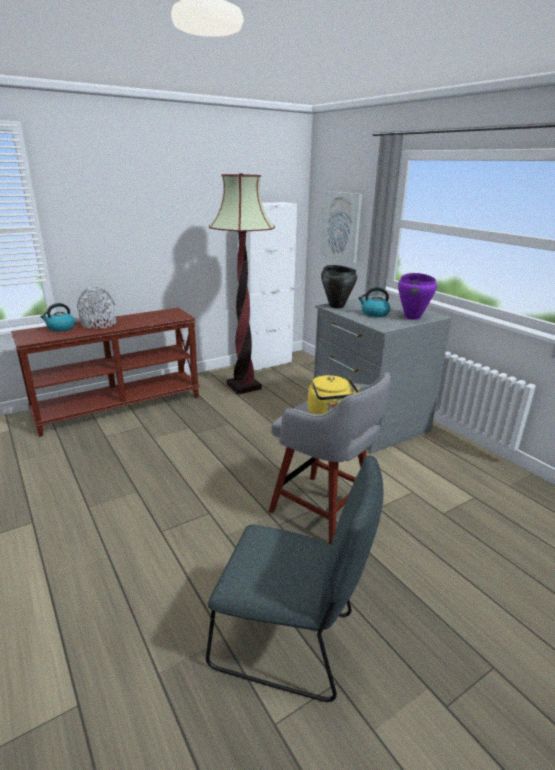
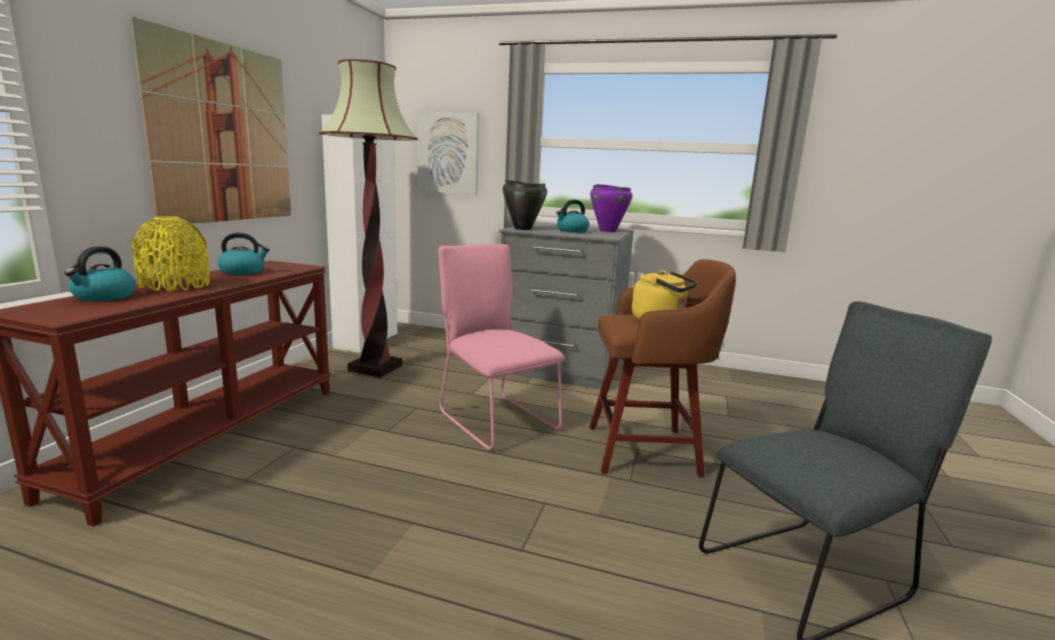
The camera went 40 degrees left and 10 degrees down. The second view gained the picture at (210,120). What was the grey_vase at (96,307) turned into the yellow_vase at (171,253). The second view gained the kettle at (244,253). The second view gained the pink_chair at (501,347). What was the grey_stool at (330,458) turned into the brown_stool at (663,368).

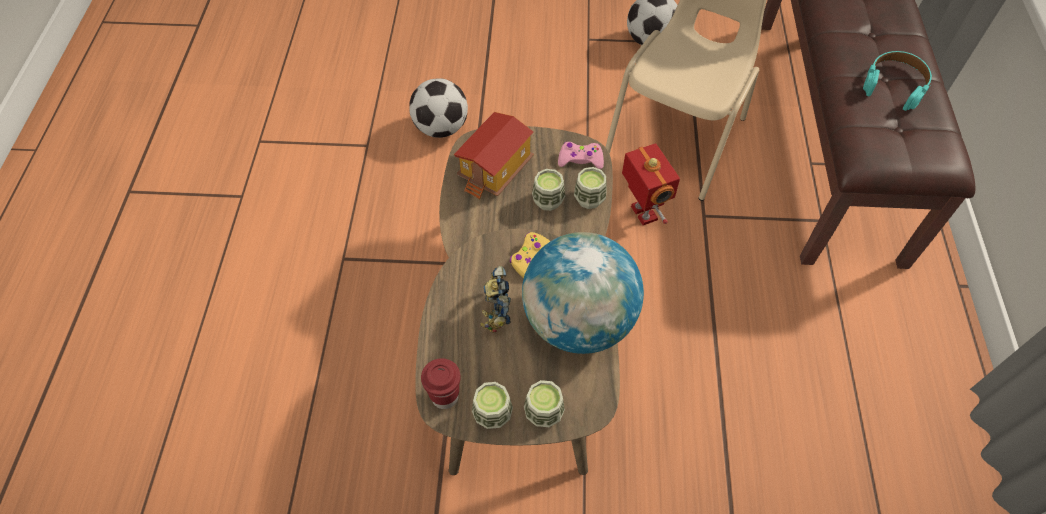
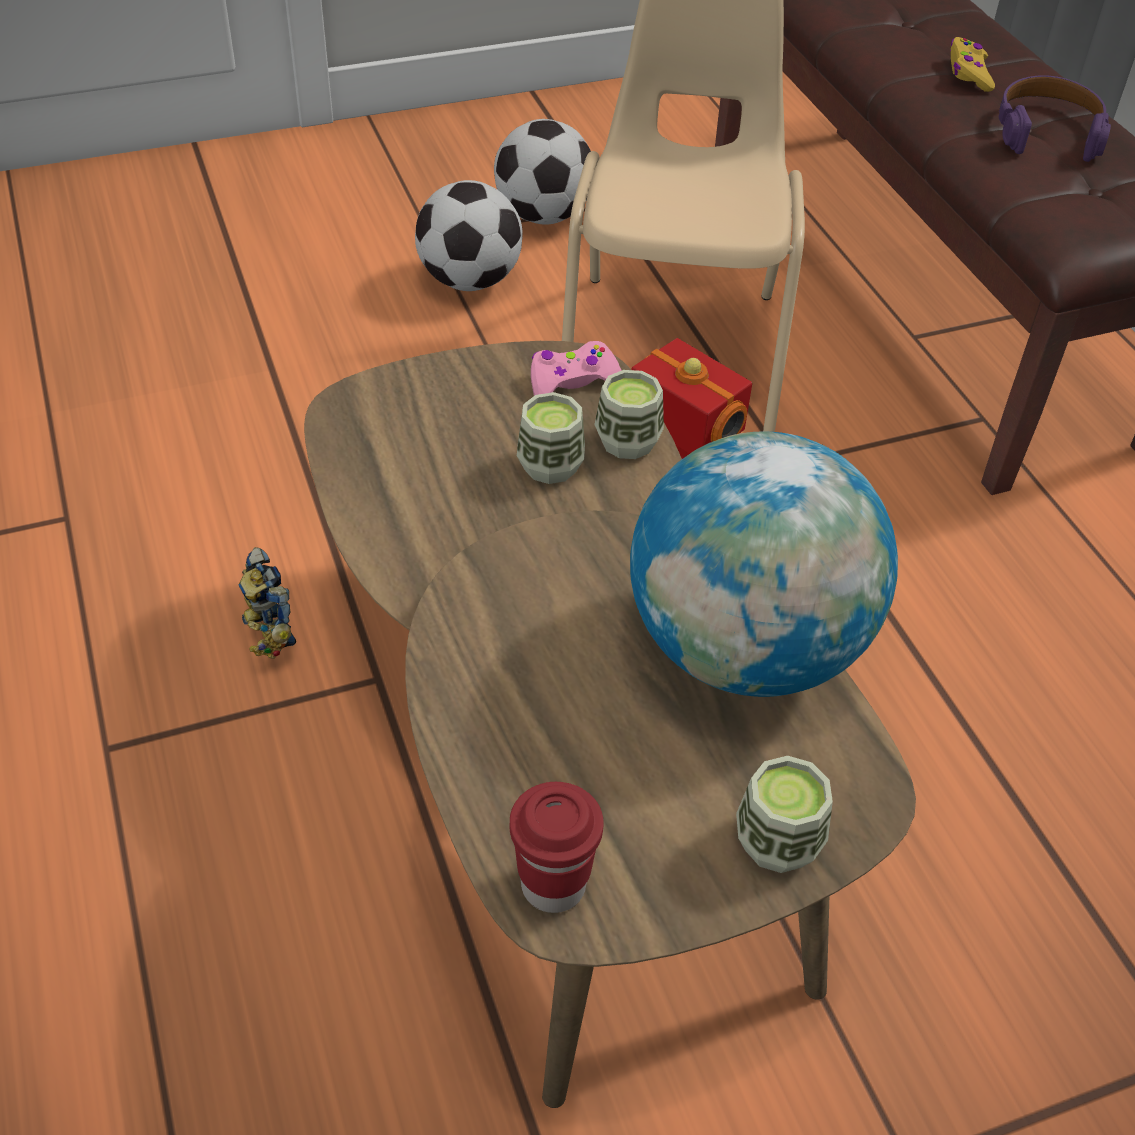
The camera went 25 degrees left and 10 degrees down. The toy_robot ended up elsewhere, having gone from (495,299) to (267,603). The football ended up elsewhere, having gone from (438,108) to (469,235). The yellow_game_controller ended up elsewhere, having gone from (530,255) to (972,64). What was the turquoise_headphones at (897,81) turned into the purple_headphones at (1054,118). The second view lost the toy_house at (494,156). The second view lost the cup at (492,405).

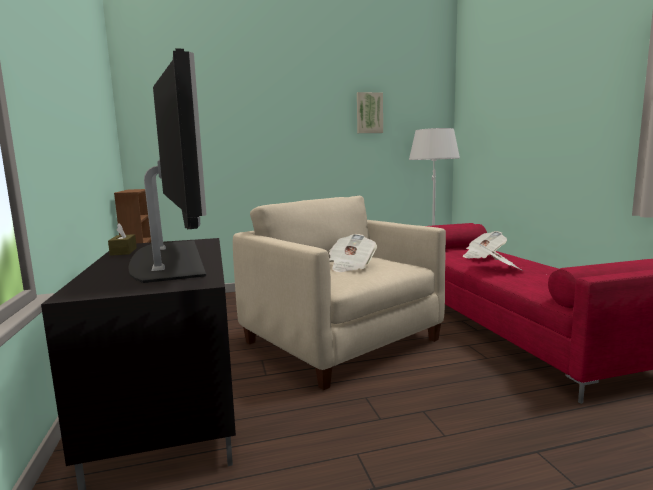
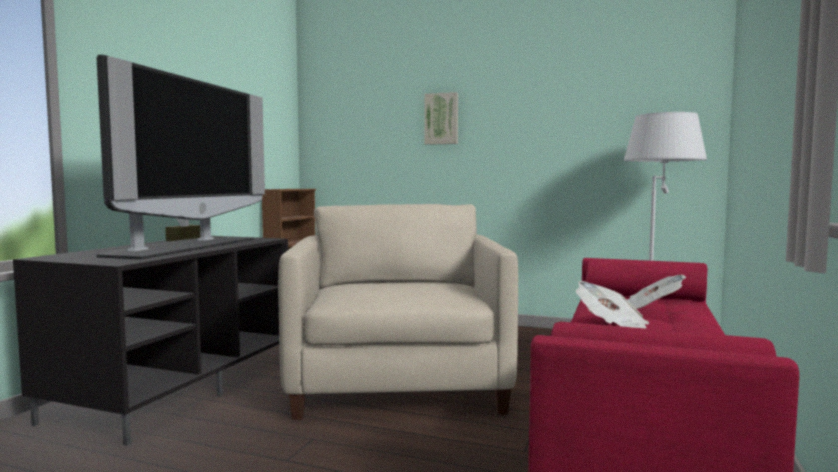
The camera went 35 degrees right and 5 degrees down. The picture ended up elsewhere, having gone from (370,112) to (441,118). The second view lost the newspaper at (353,253).

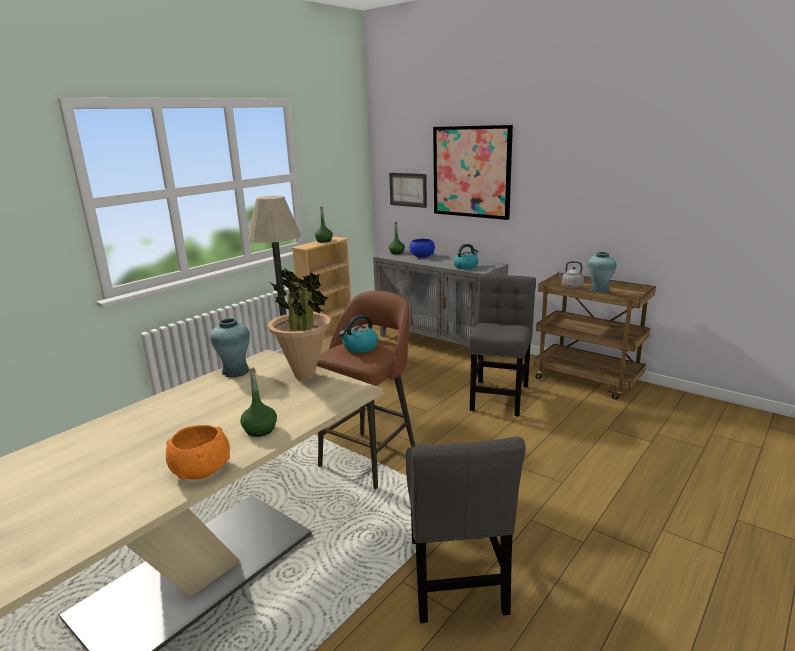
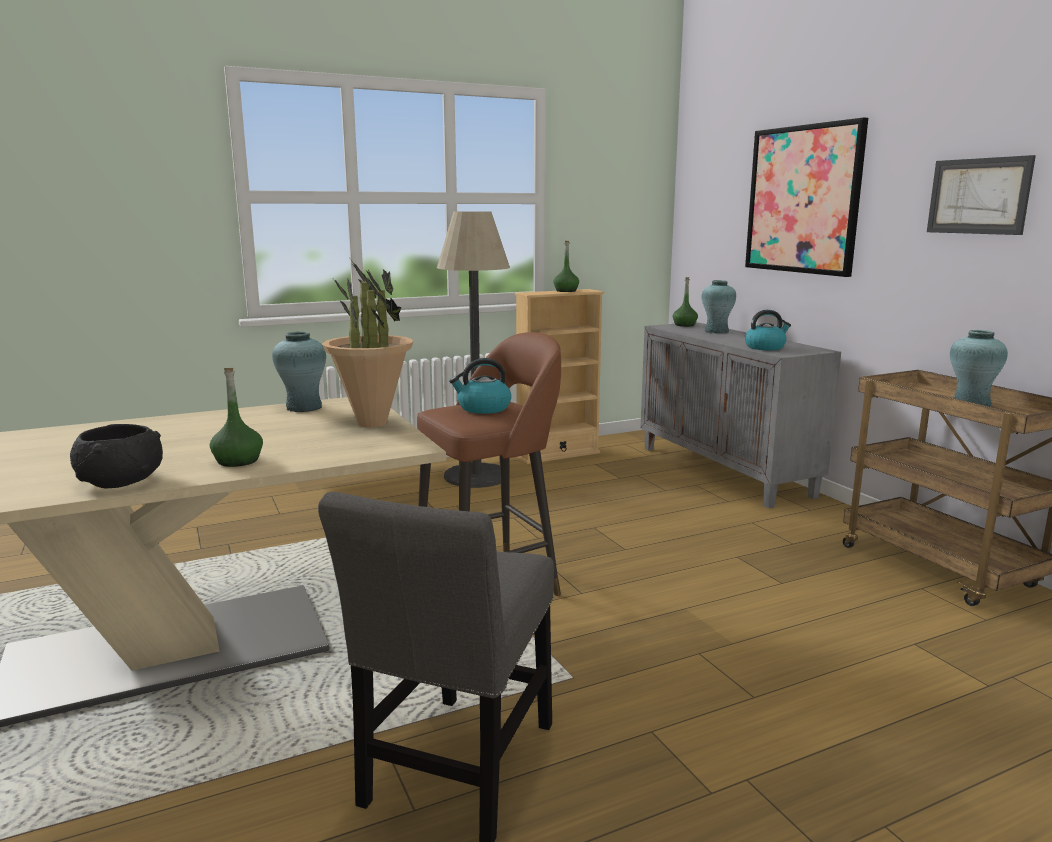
The camera went 25 degrees right and 5 degrees down. What was the orange_bowl at (198,452) turned into the black_bowl at (116,456). Where the blue_bowl stood at (422,248), the turquoise_vase came to stand at (718,306). The picture ended up elsewhere, having gone from (408,190) to (981,195). The second view lost the grey_chair at (502,345). The second view lost the grey_kettle at (570,274).

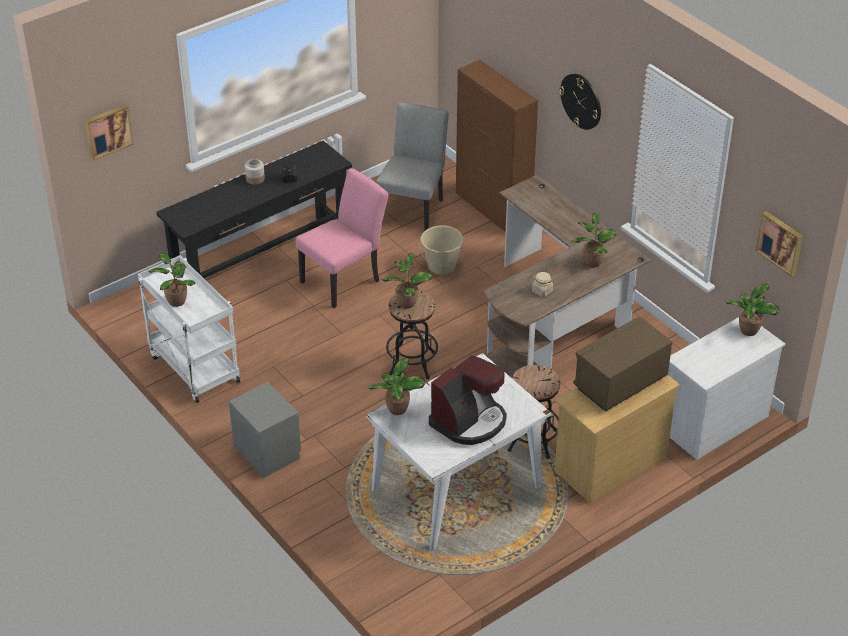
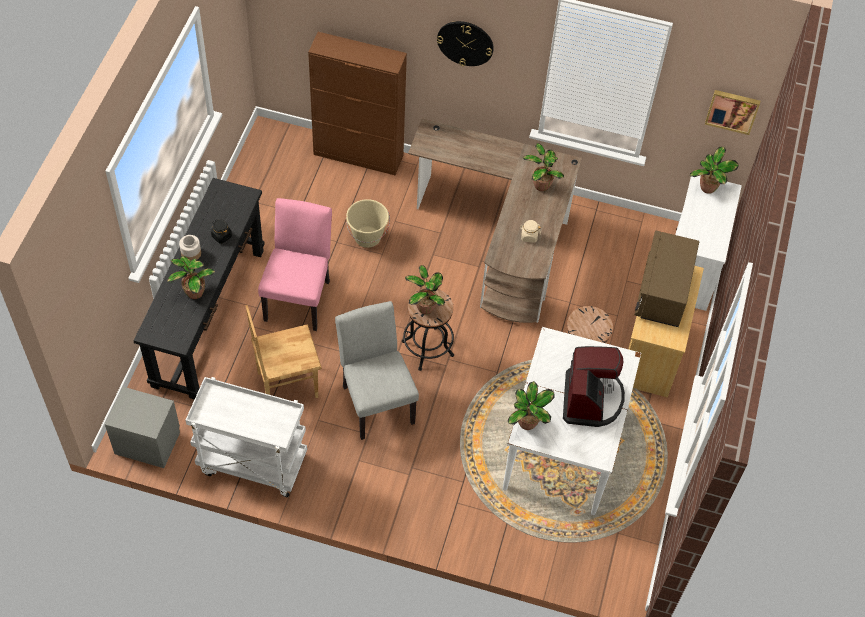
The camera went 40 degrees left and 15 degrees up. The grey_nightstand ended up elsewhere, having gone from (265,430) to (142,427). The potted_plant ended up elsewhere, having gone from (172,280) to (191,277). The second view gained the brown_chair at (284,351). The grey_chair ended up elsewhere, having gone from (412,166) to (377,370). The second view lost the picture at (109,132).

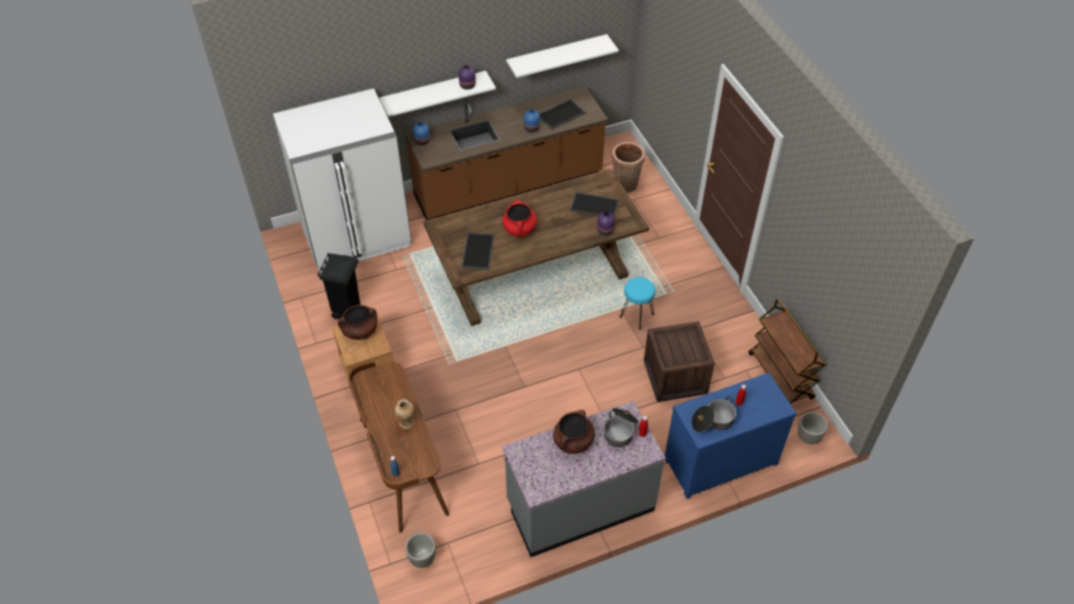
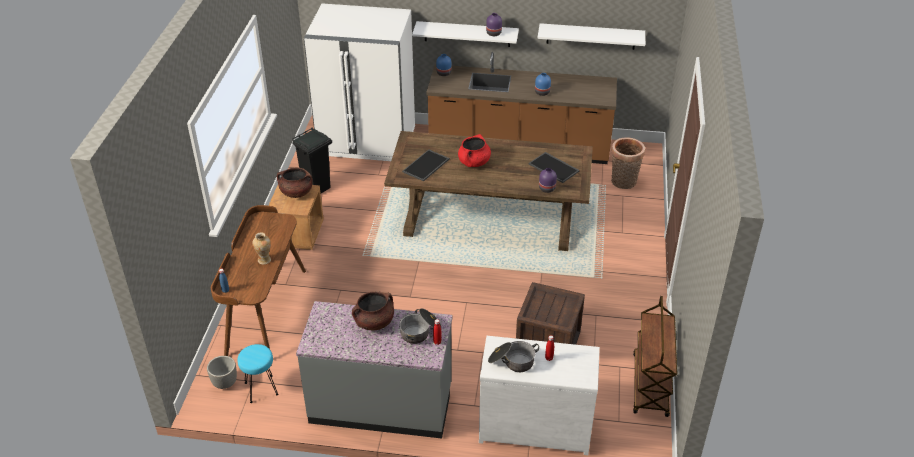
The camera went 30 degrees right and 10 degrees down. The turquoise_stool ended up elsewhere, having gone from (637,303) to (258,373). What was the blue_dresser at (731,436) turned into the white_dresser at (539,395). The second view lost the tray at (562,114). The second view lost the planter at (813,428).

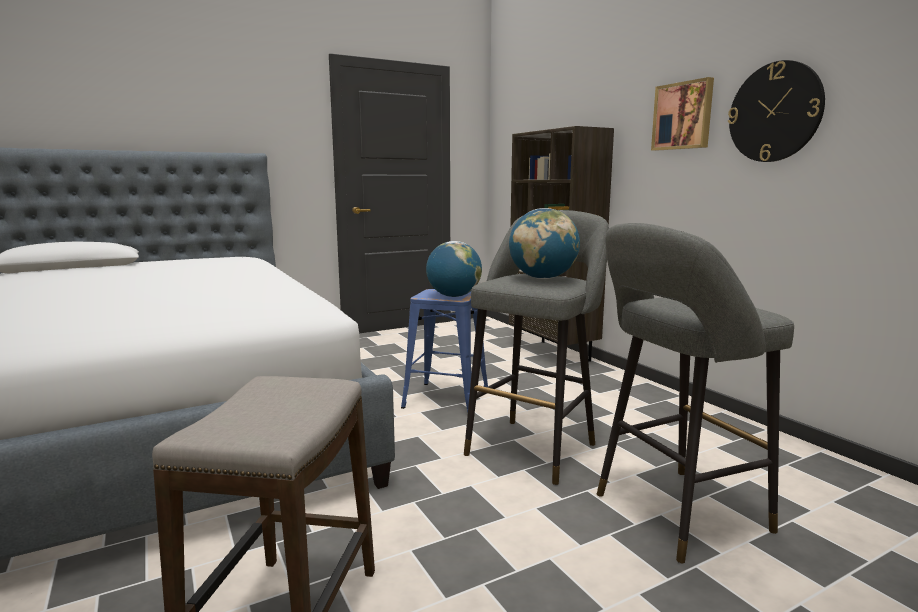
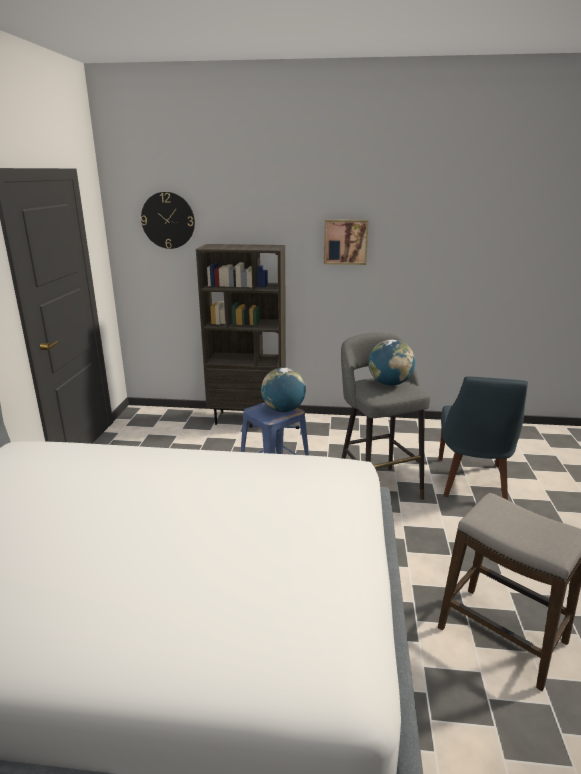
The camera went 55 degrees left and 10 degrees up. The wall_clock ended up elsewhere, having gone from (776,111) to (168,220). Where the grey_stool stood at (695,393), the blue_chair came to stand at (483,438).

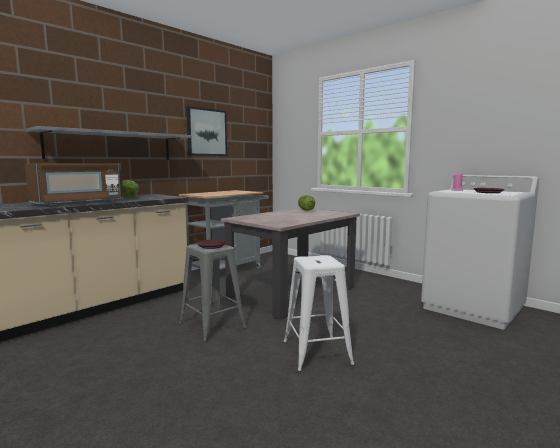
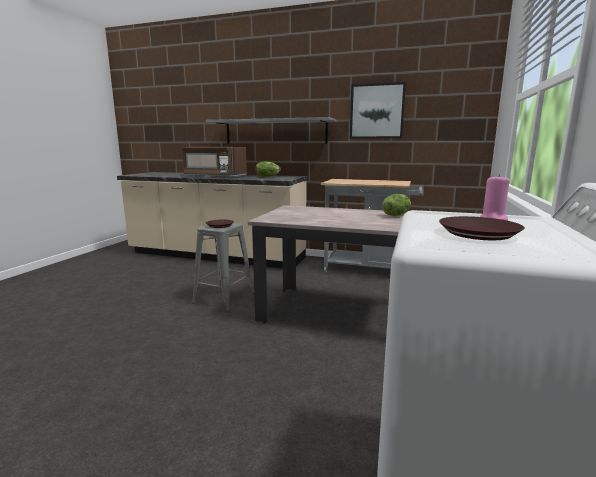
The camera went 65 degrees right and 5 degrees up. The second view lost the white_stool at (319,313).

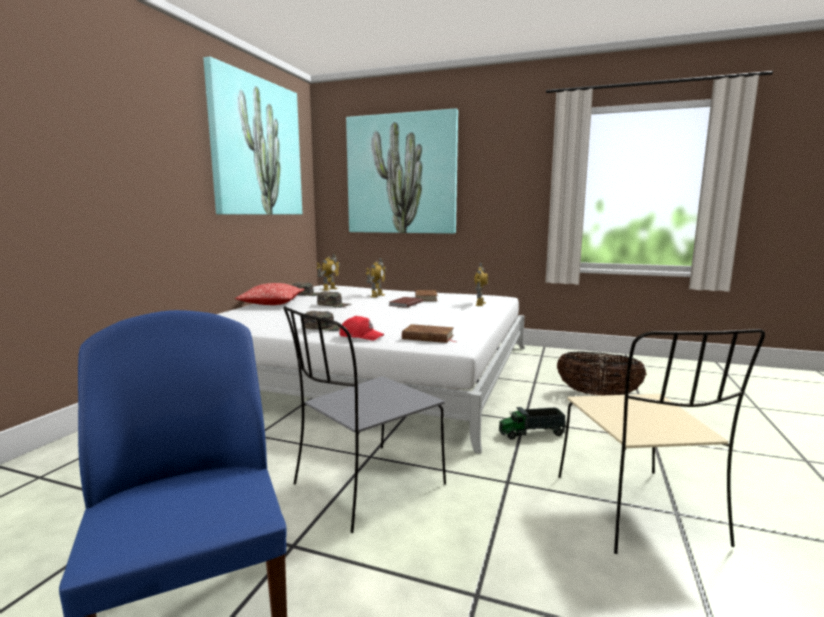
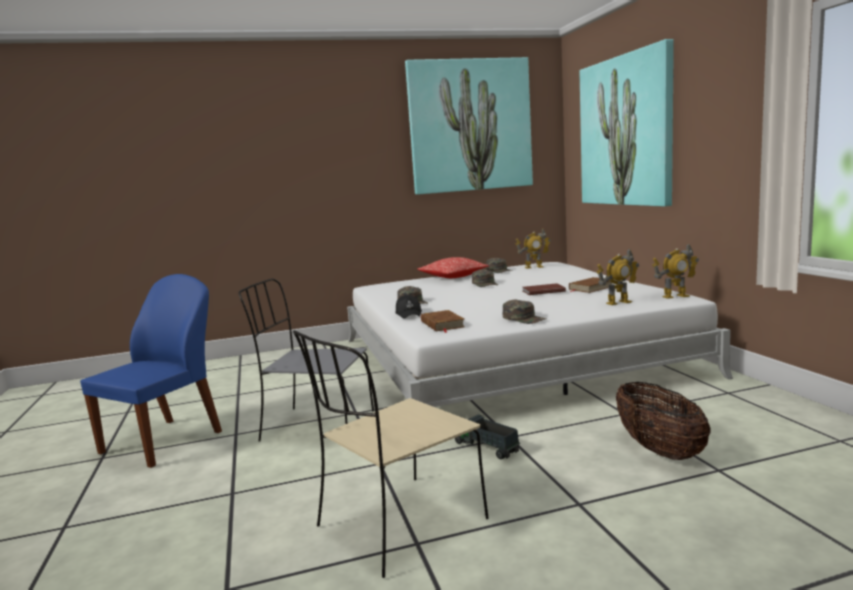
The camera went 55 degrees right and 0 degrees up. What was the red_cap at (361,328) turned into the black_cap at (409,306). The second view gained the green_cap at (524,312). The toy_robot ended up elsewhere, having gone from (376,277) to (675,271).

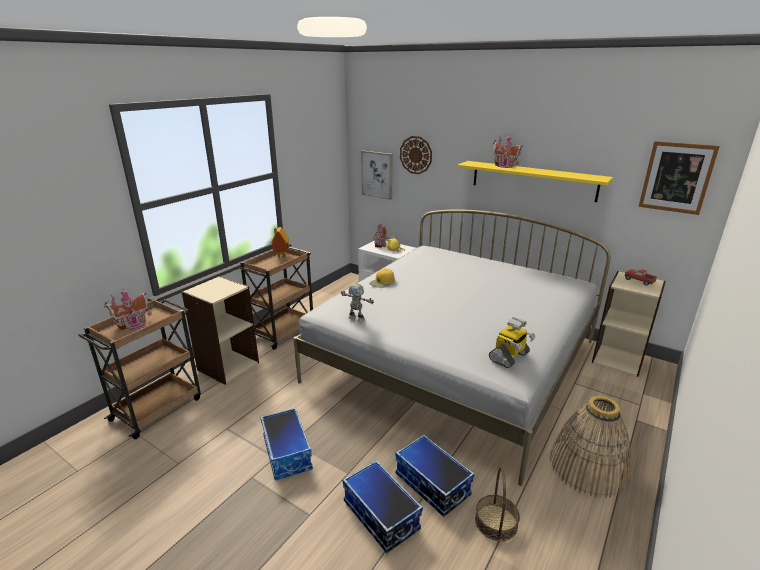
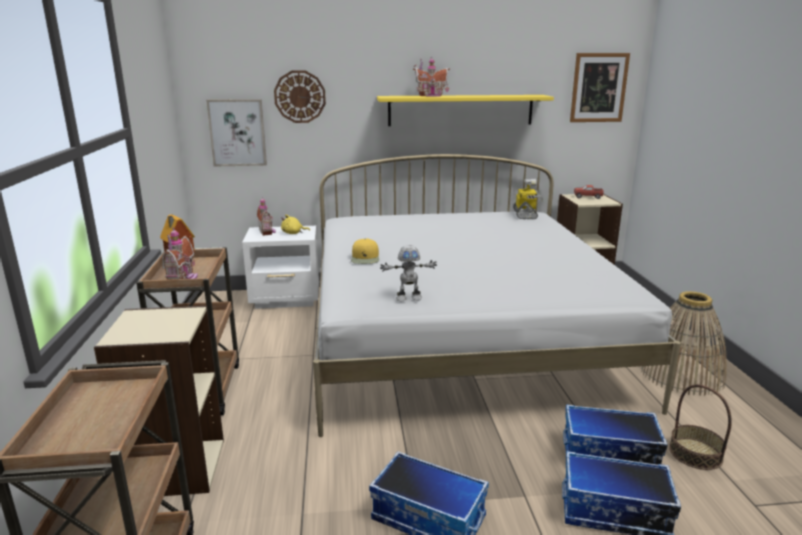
The camera went 40 degrees left and 5 degrees down. The toy_house ended up elsewhere, having gone from (128,309) to (180,253). The toy_robot ended up elsewhere, having gone from (512,342) to (528,199).

